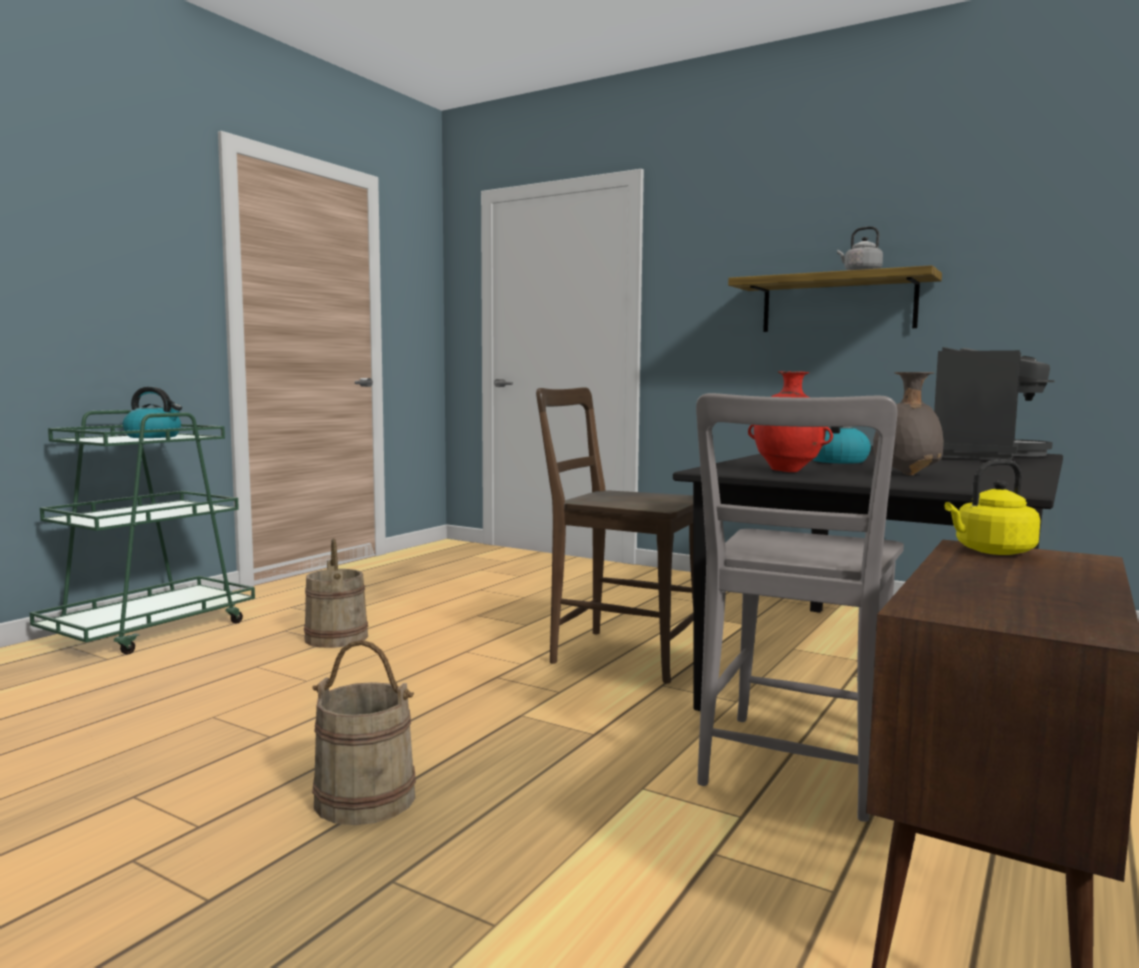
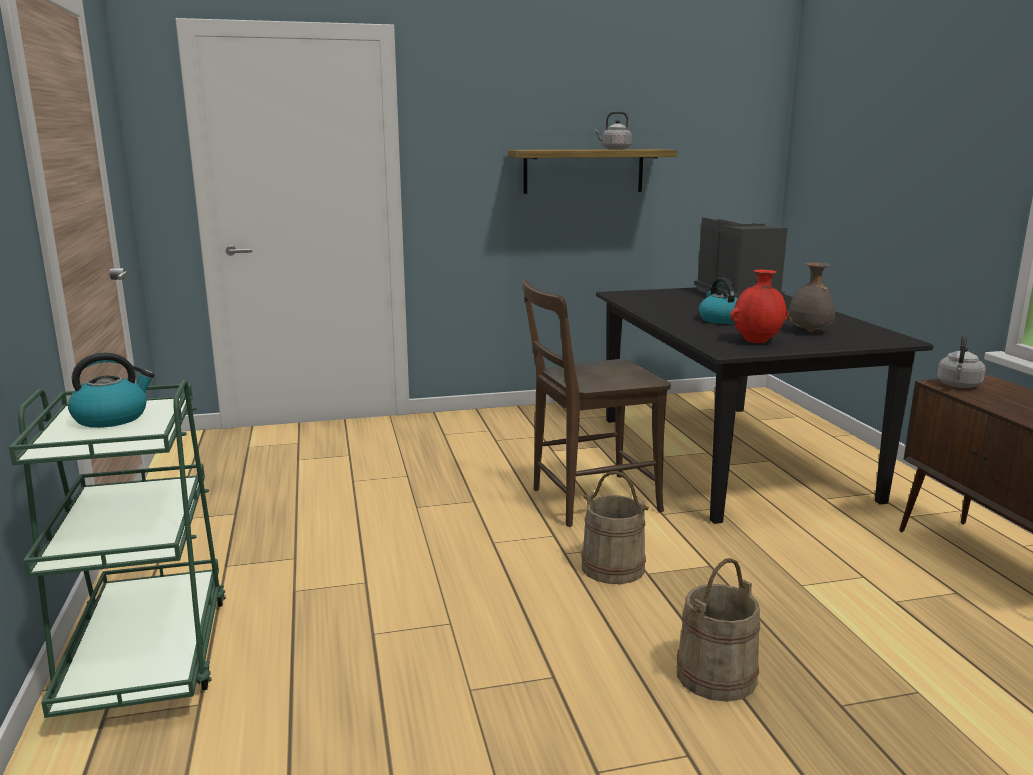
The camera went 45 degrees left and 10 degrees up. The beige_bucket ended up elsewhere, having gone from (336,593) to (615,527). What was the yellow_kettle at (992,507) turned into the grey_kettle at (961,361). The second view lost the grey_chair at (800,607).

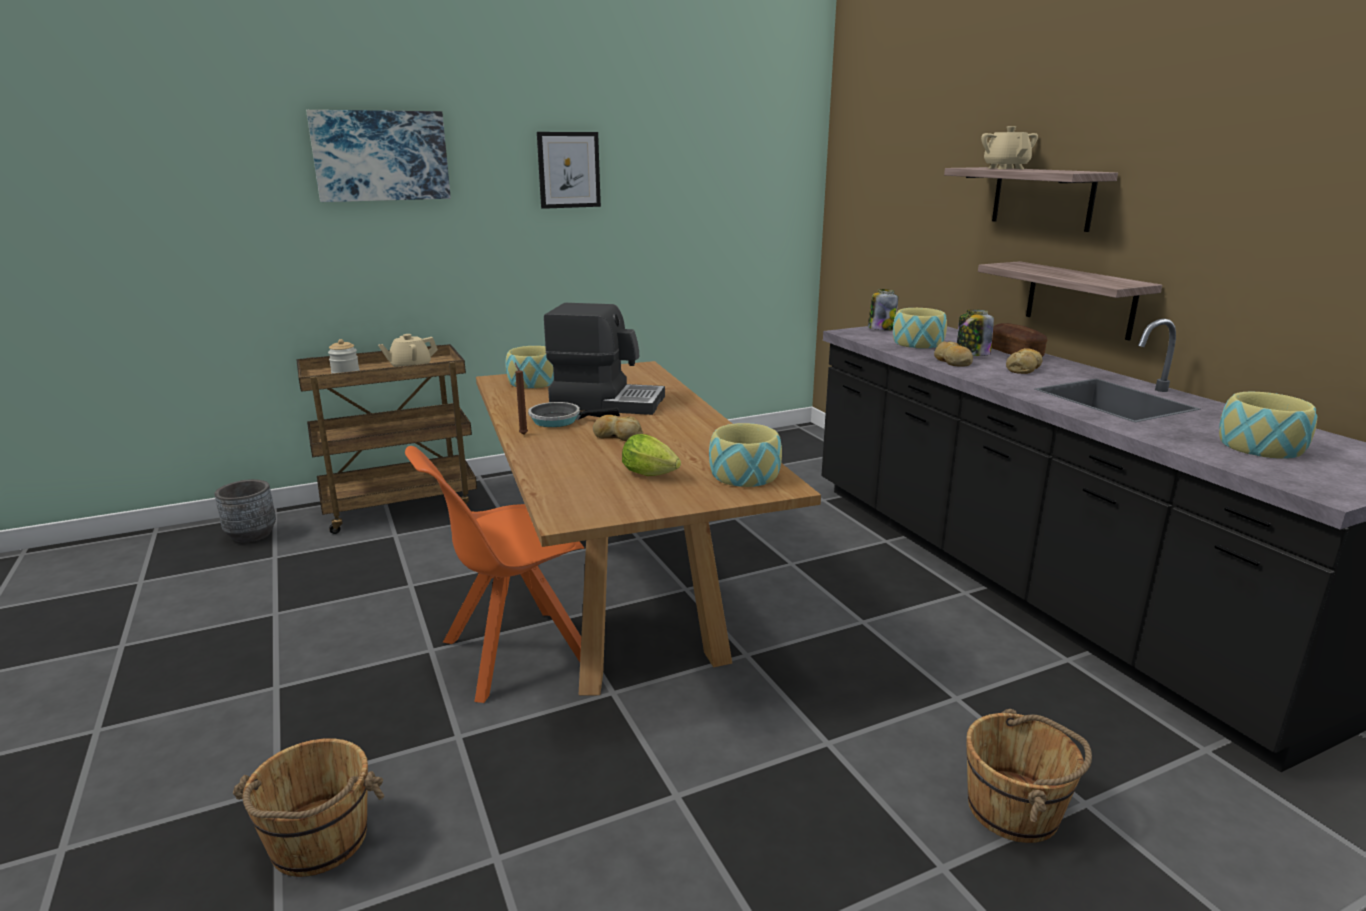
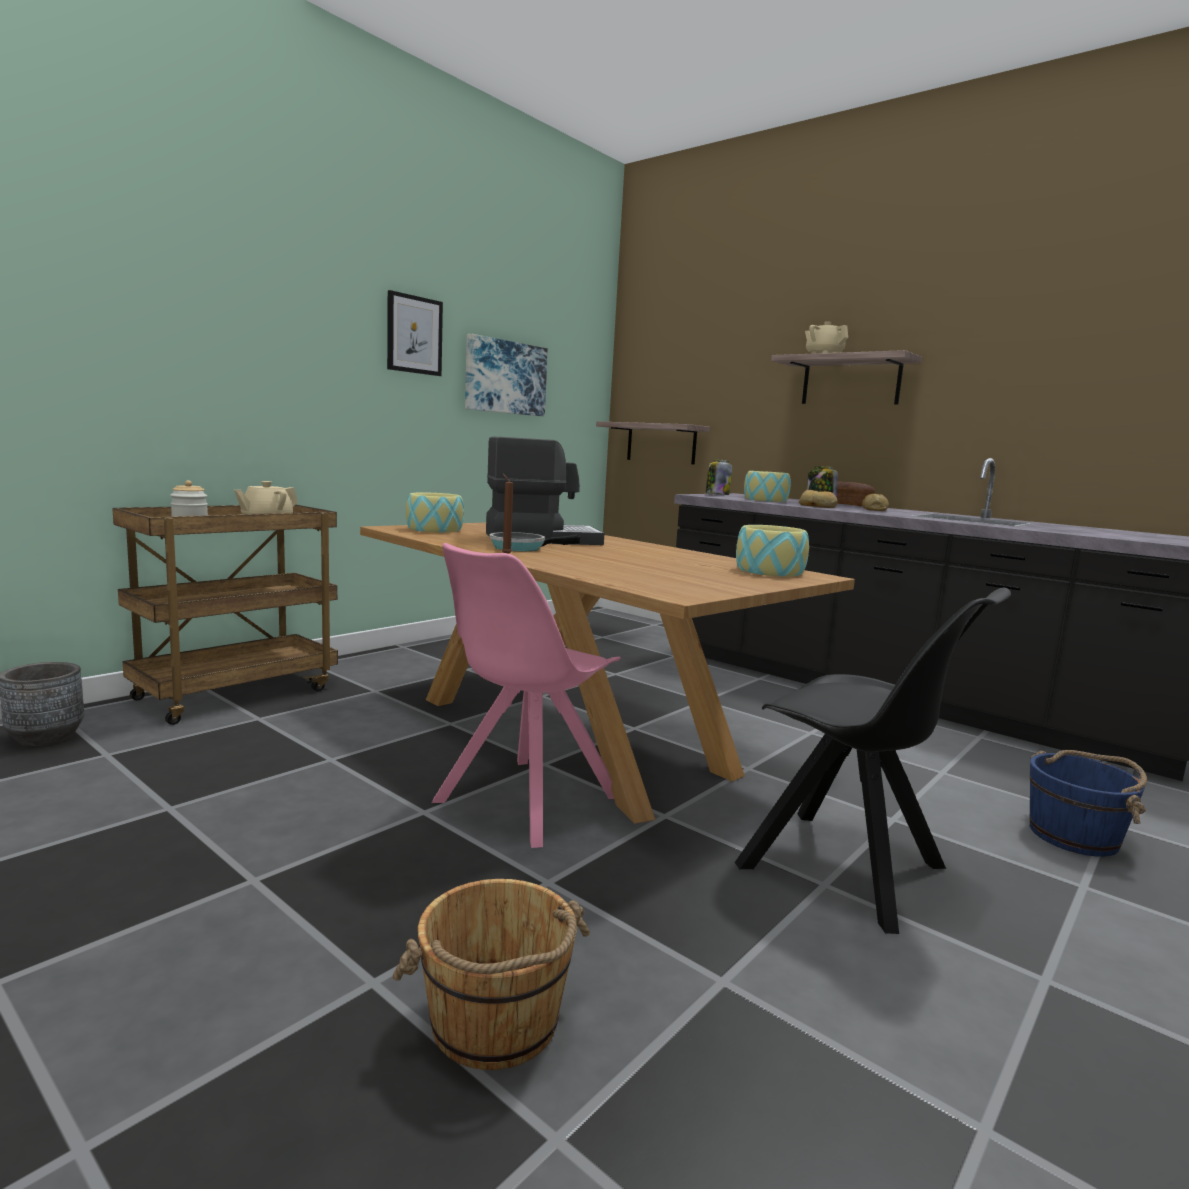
The camera went 25 degrees left and 10 degrees down. What was the orange_chair at (494,574) turned into the pink_chair at (526,695). The picture ended up elsewhere, having gone from (378,156) to (506,375). The shelf ended up elsewhere, having gone from (1070,301) to (653,442). The second view gained the black_chair at (873,761). What was the brown_bucket at (1029,776) turned into the blue_bucket at (1088,803). The second view lost the bread at (618,428). The second view lost the lettuce at (651,455). The second view lost the bowl at (1268,425).

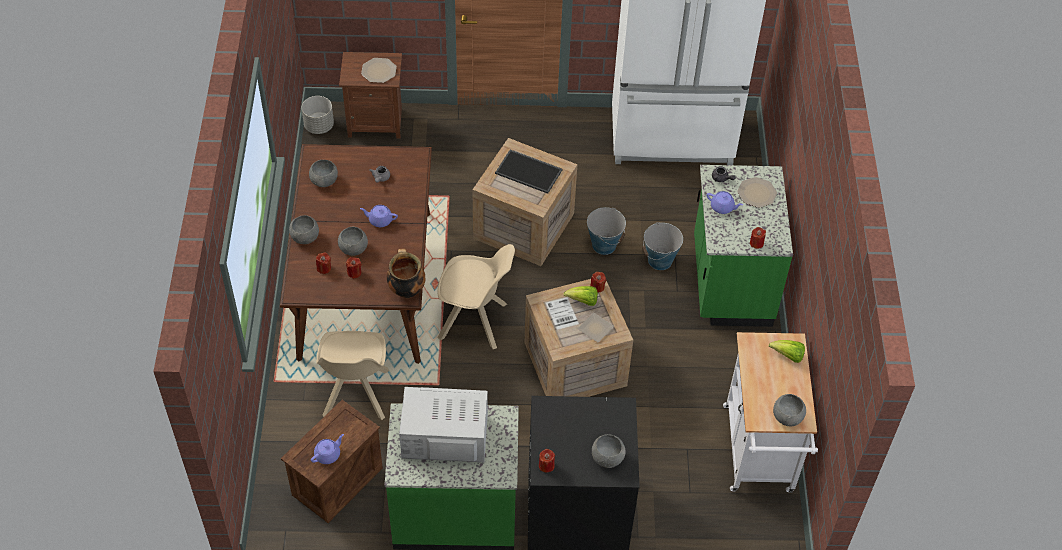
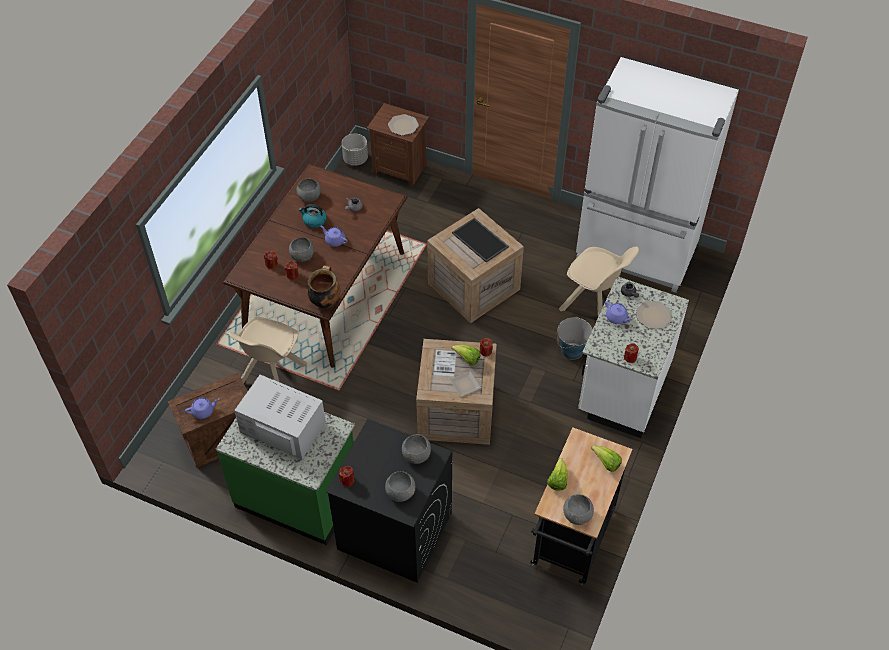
The camera went 25 degrees right and 0 degrees up. The second view gained the kettle at (313,216). The grey_bowl ended up elsewhere, having gone from (304,229) to (416,449). What was the white_cart at (770,412) turned into the black_cart at (581,506). The second view gained the lettuce at (557,474). The beige_chair ended up elsewhere, having gone from (476,296) to (599,281). What was the green_counter at (743,246) turned into the white_counter at (633,357). The second view lost the bucket at (606,231).

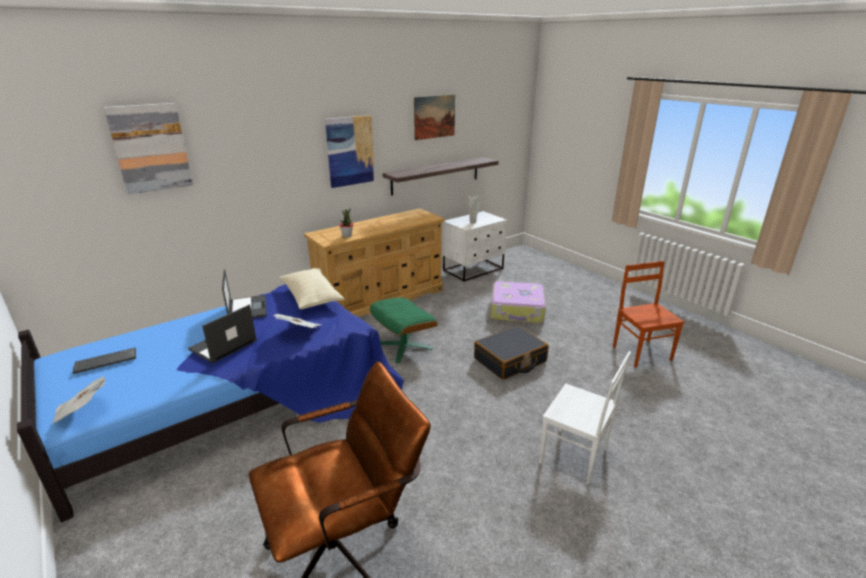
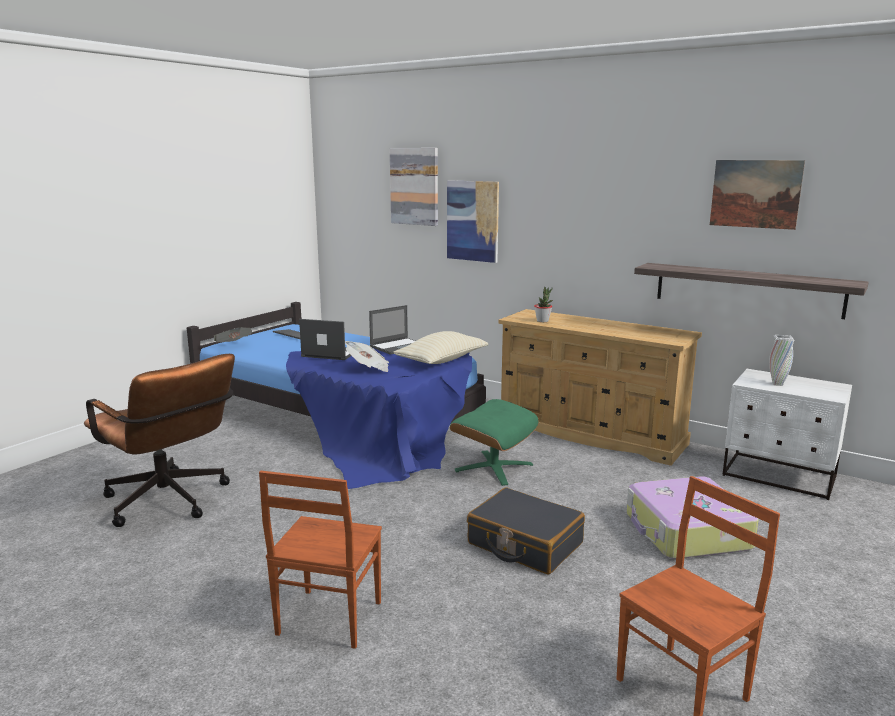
The camera went 70 degrees right and 10 degrees down. What was the white_chair at (585,418) turned into the brown_chair at (320,560). The picture ended up elsewhere, having gone from (350,151) to (473,222).

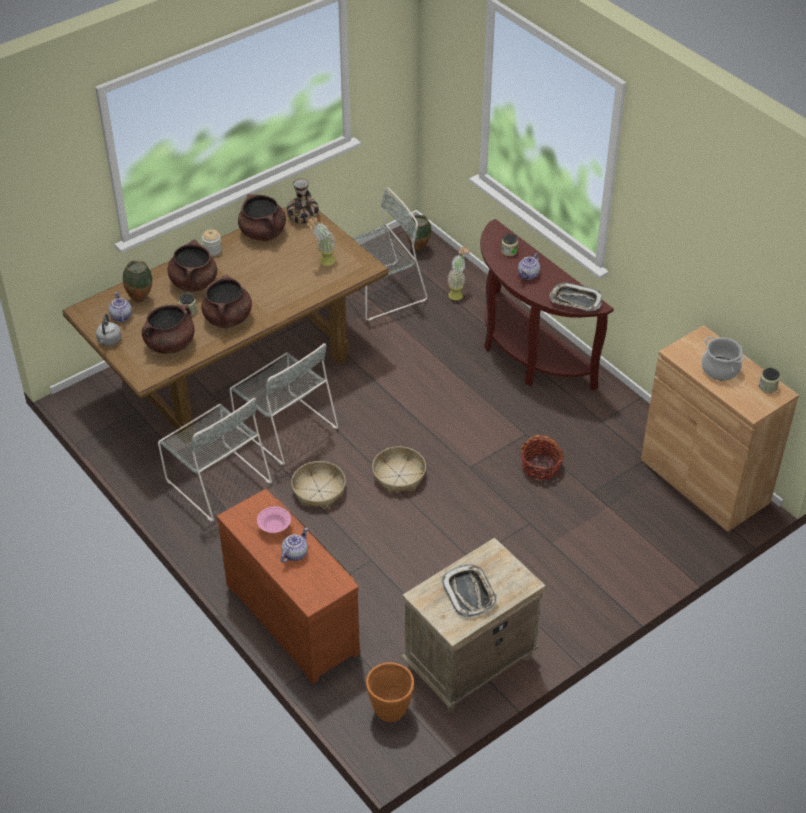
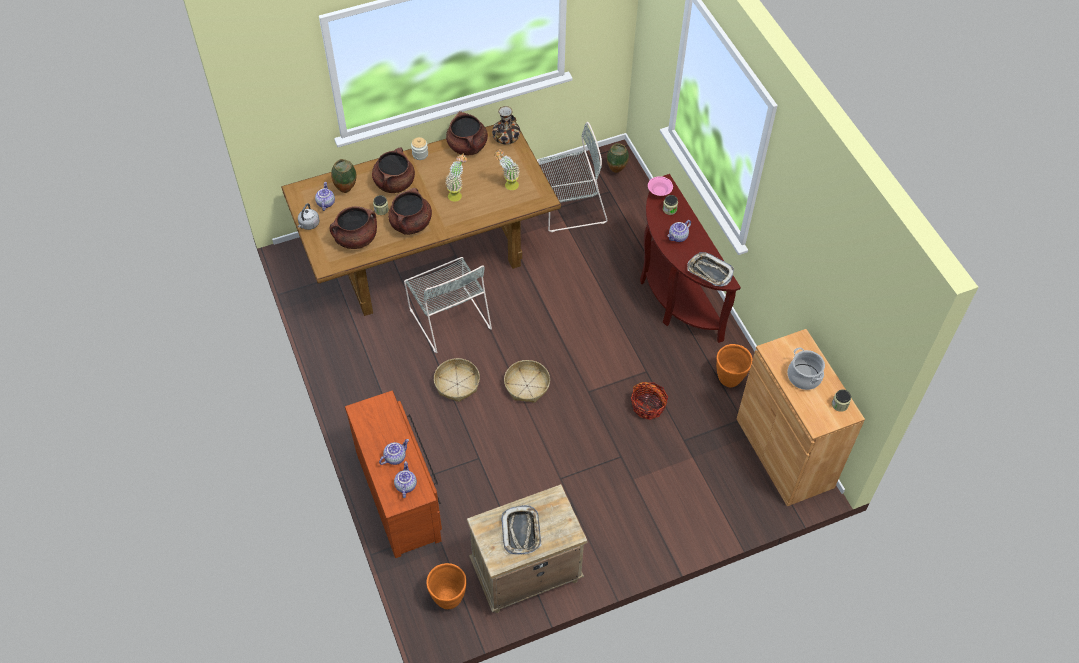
The camera went 15 degrees right and 10 degrees up. The second view gained the teapot at (405,479). The potted_plant ended up elsewhere, having gone from (458,273) to (456,178). The pink_bowl ended up elsewhere, having gone from (274,519) to (660,186). The second view gained the orange_planter at (734,365). The second view lost the grey_chair at (215,460).

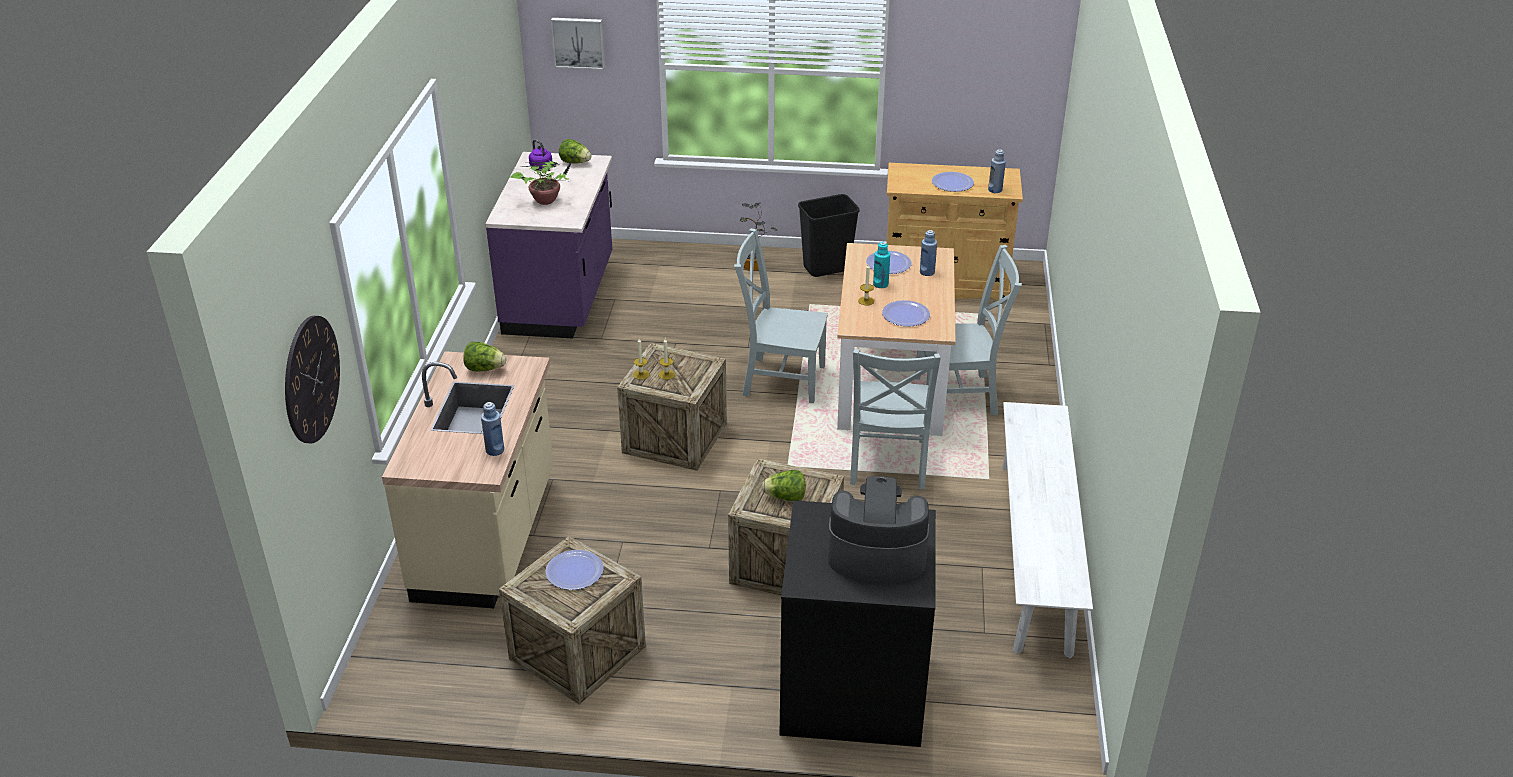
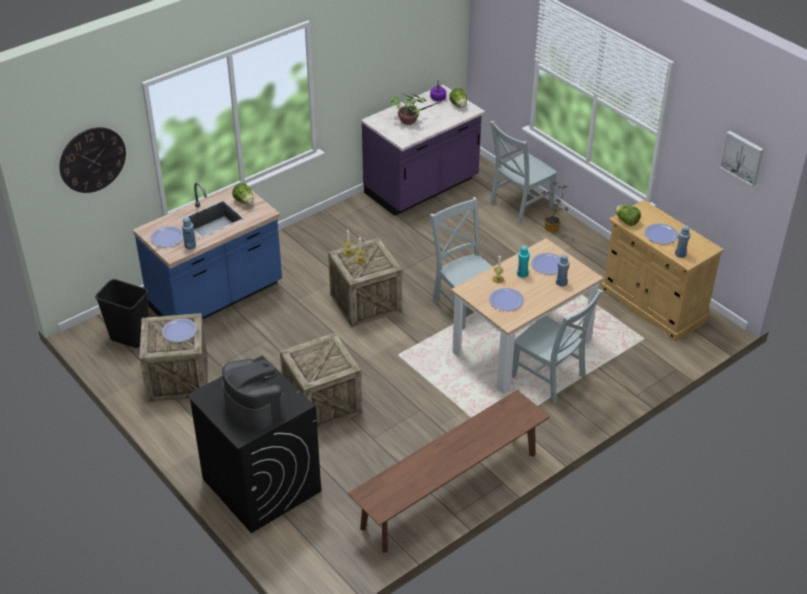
The camera went 45 degrees right and 5 degrees up. The black_trash_can ended up elsewhere, having gone from (829,235) to (122,313). What was the beige_counter at (468,479) turned into the blue_counter at (207,251). The second view gained the plate at (167,236). What was the white_bench at (1047,530) turned into the brown_bench at (449,471). The grey_chair ended up elsewhere, having gone from (895,419) to (523,172). The lettuce ended up elsewhere, having gone from (784,485) to (628,215). The picture ended up elsewhere, having gone from (578,44) to (741,158).

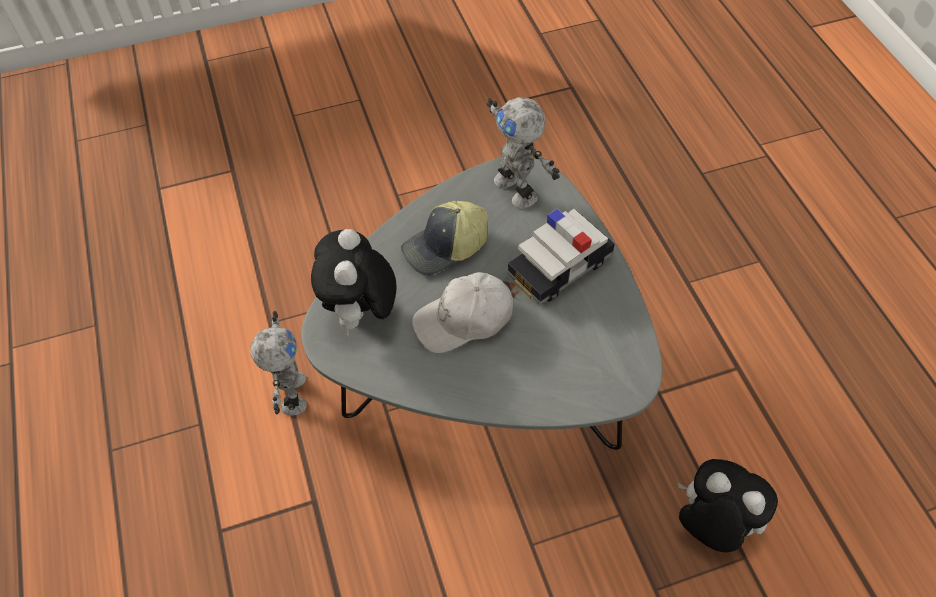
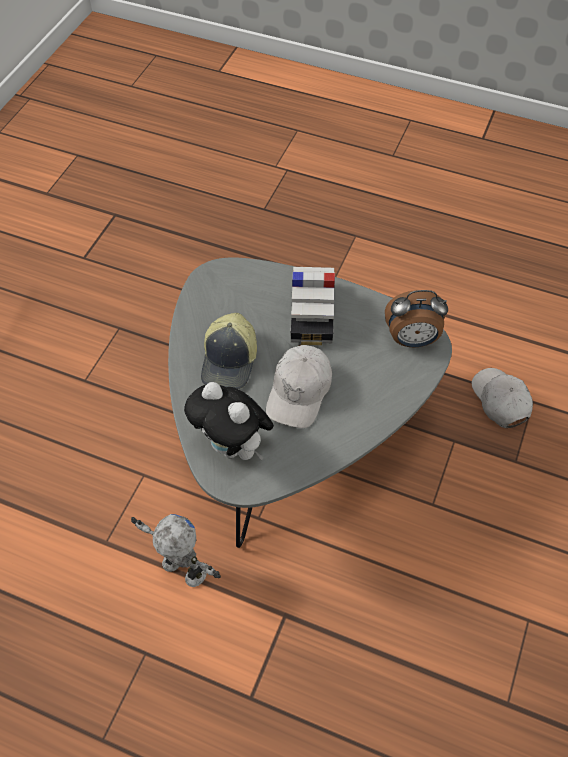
The camera went 50 degrees left and 0 degrees up. The second view gained the alarm_clock at (416,319). Where the plush_toy stood at (727,505), the white_cap came to stand at (502,398). The second view lost the toy_robot at (523,152).

